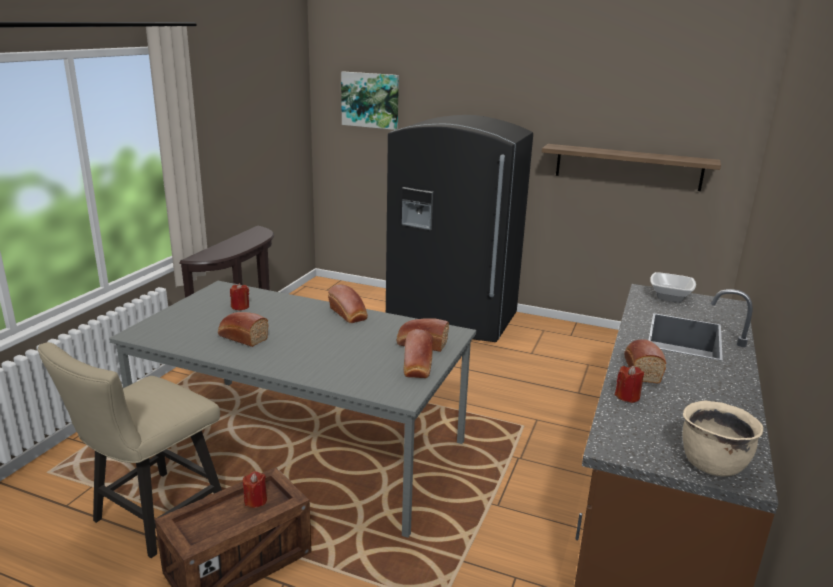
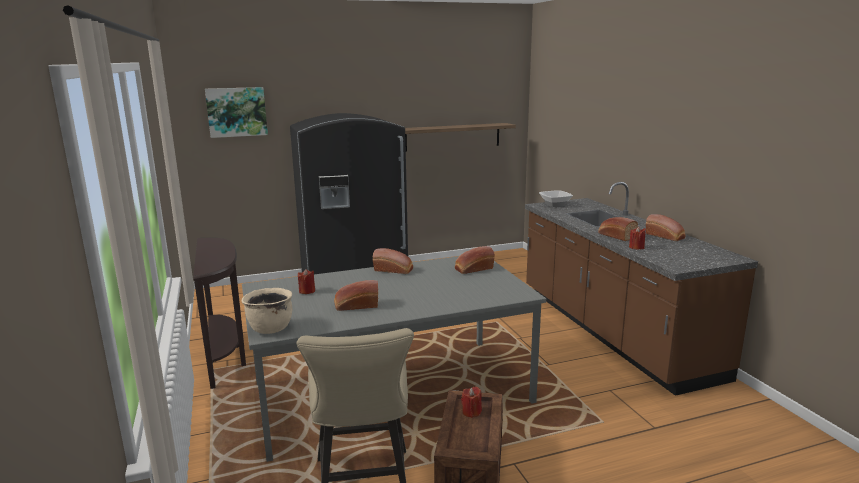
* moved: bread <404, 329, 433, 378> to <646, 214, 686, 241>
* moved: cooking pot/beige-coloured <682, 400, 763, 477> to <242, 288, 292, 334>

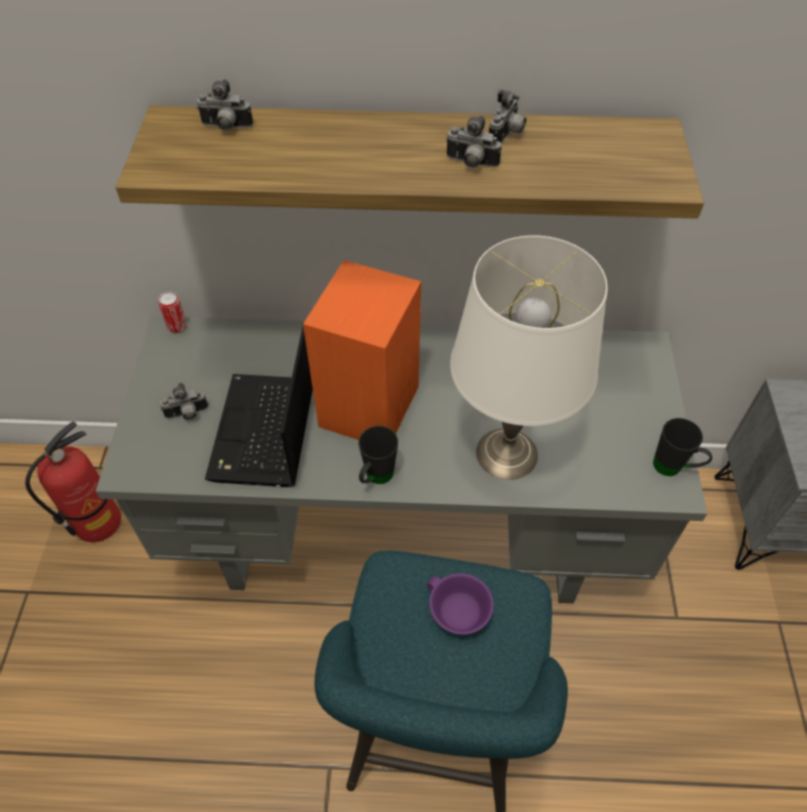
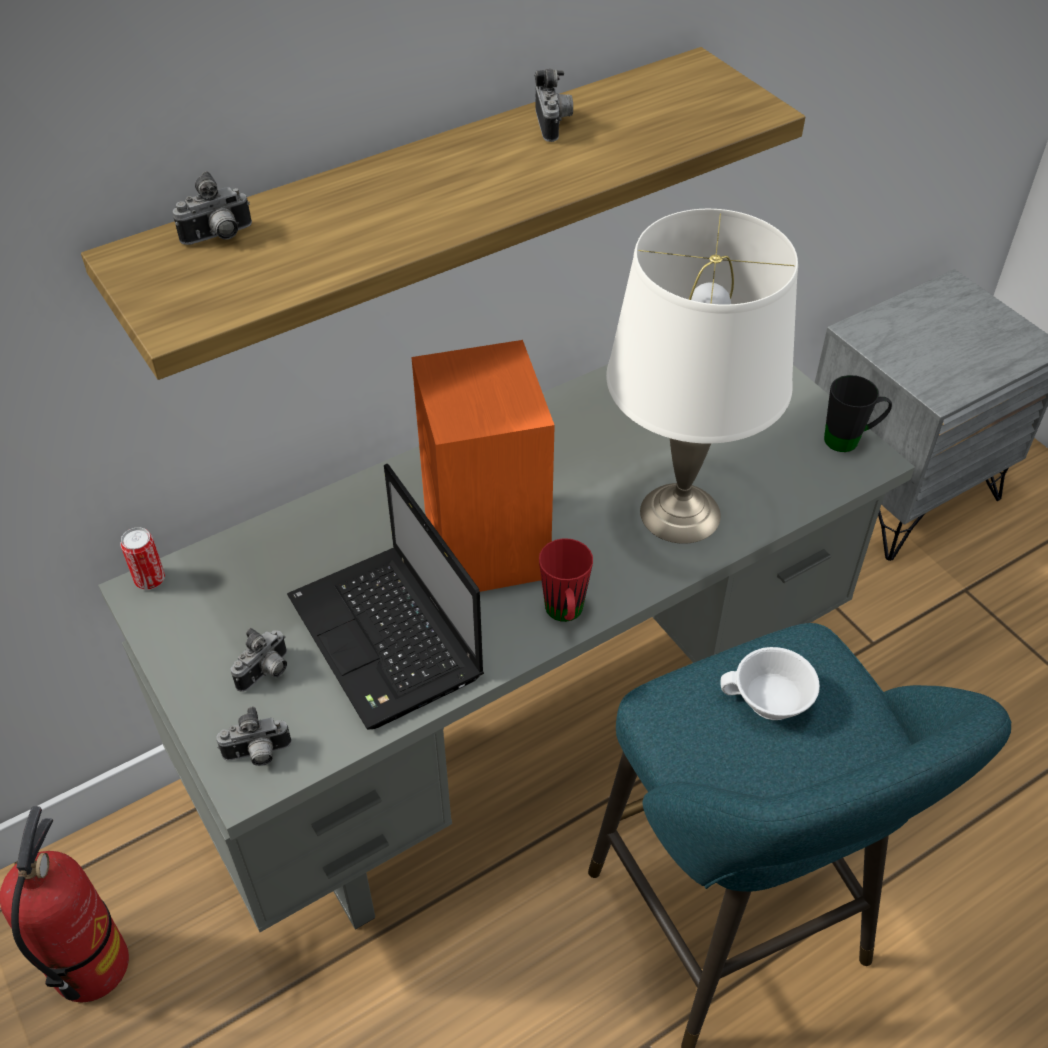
* moved: photo camera <446, 115, 501, 168> to <216, 707, 291, 766>
* recoloured: tea mug/blackish <358, 426, 398, 484> to tea mug/reddish <539, 538, 593, 622>
* recoloured: small cup/purple-coloured <427, 573, 494, 635> to small cup/whitish <720, 647, 820, 720>

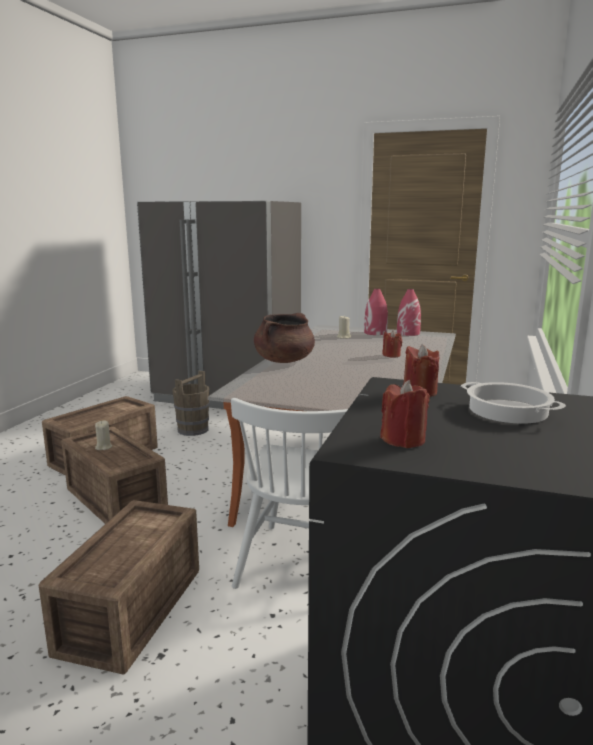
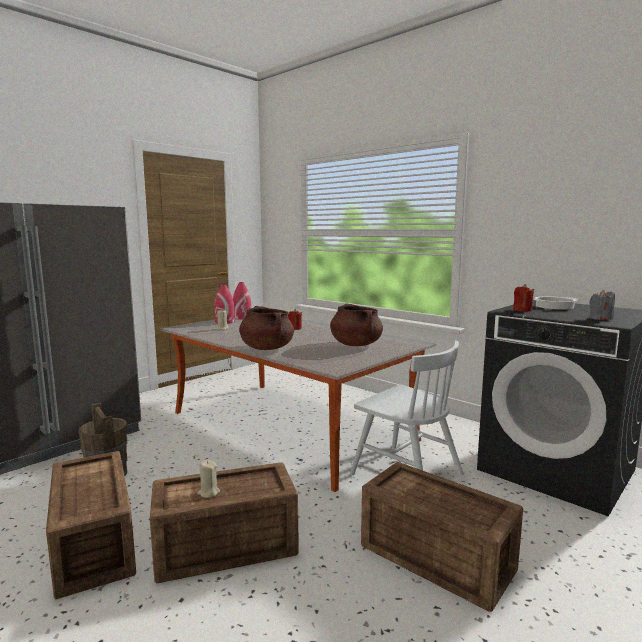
* recoloured: wax light/reddish <380, 380, 430, 448> to wax light/gray <589, 289, 615, 320>
* added: cooking pot/brown-coloured <330, 303, 383, 346>

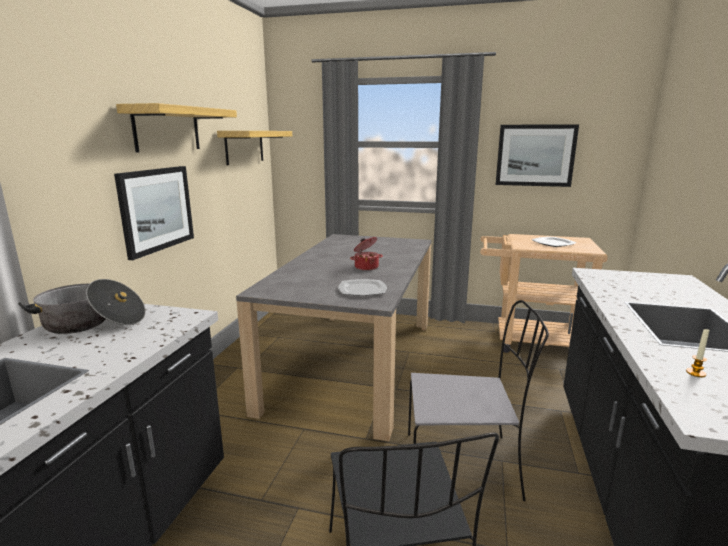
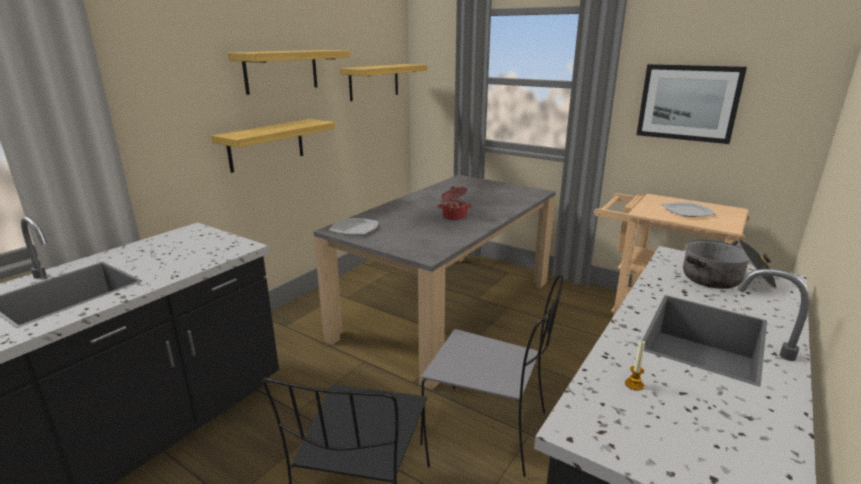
* replaced: picture <114, 166, 194, 260> to shelf <211, 119, 335, 173>
* moved: cooking pot <18, 279, 146, 334> to <683, 239, 777, 289>
* moved: flat dish <338, 279, 387, 296> to <329, 218, 379, 235>

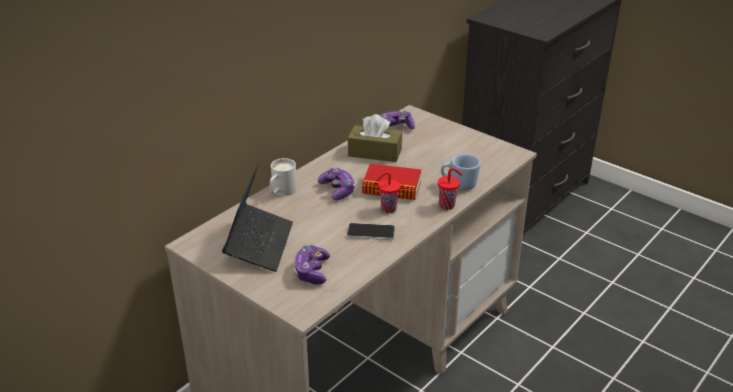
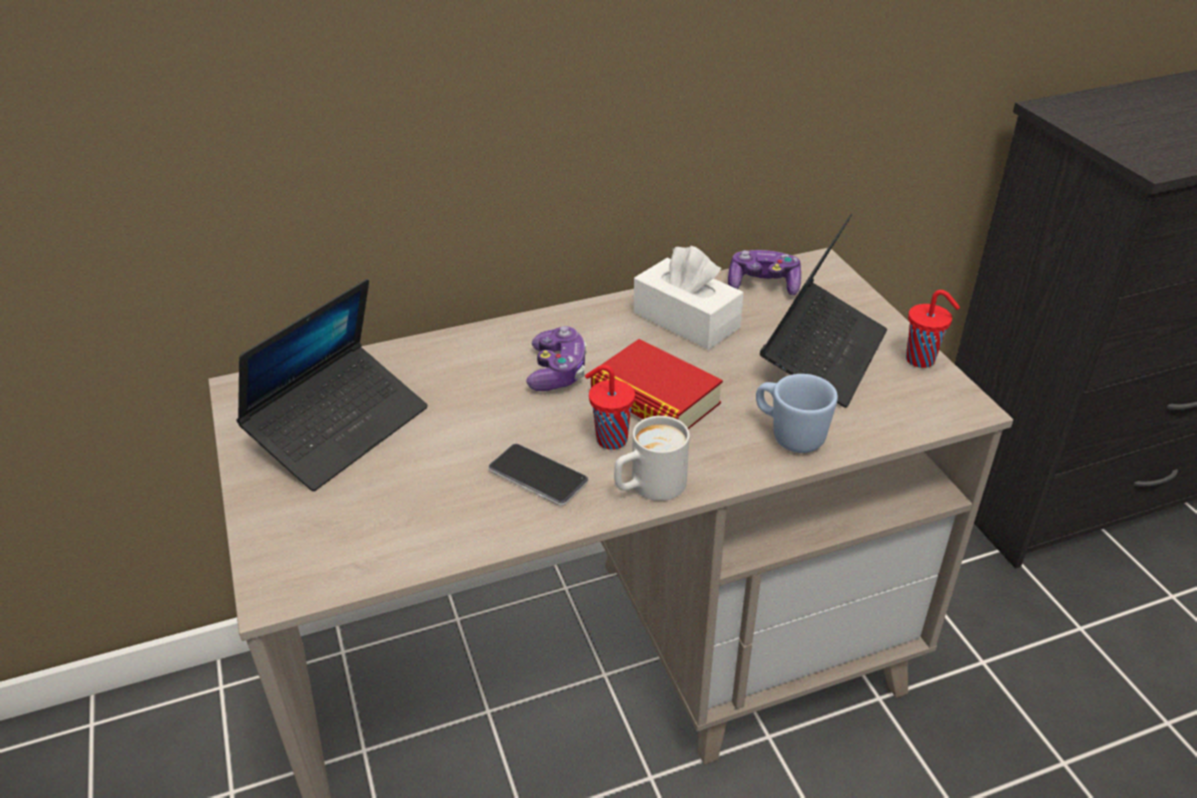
* recoloured: box of tissues/brown-coloured <348, 114, 402, 162> to box of tissues/whitish <634, 245, 744, 350>
* moved: tea mug/whitish <270, 158, 297, 196> to <614, 416, 690, 501>
* moved: small cup/reddish <438, 168, 462, 210> to <906, 290, 960, 368>
* removed: gamepad <293, 245, 330, 285>
* added: notebook computer <760, 213, 887, 408>

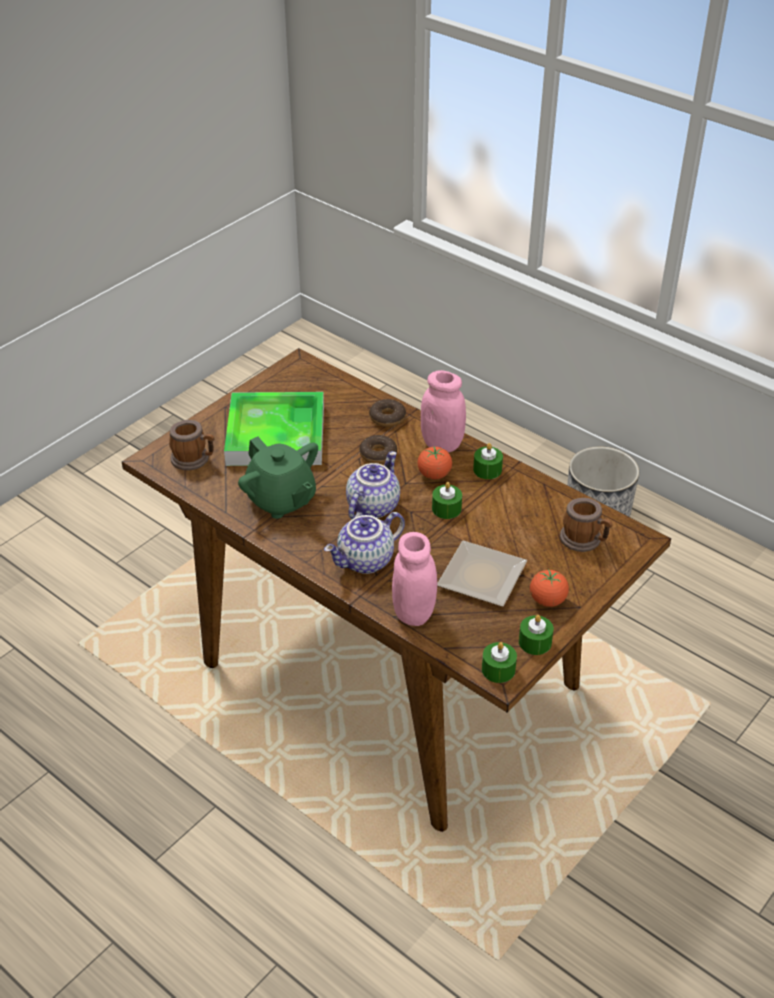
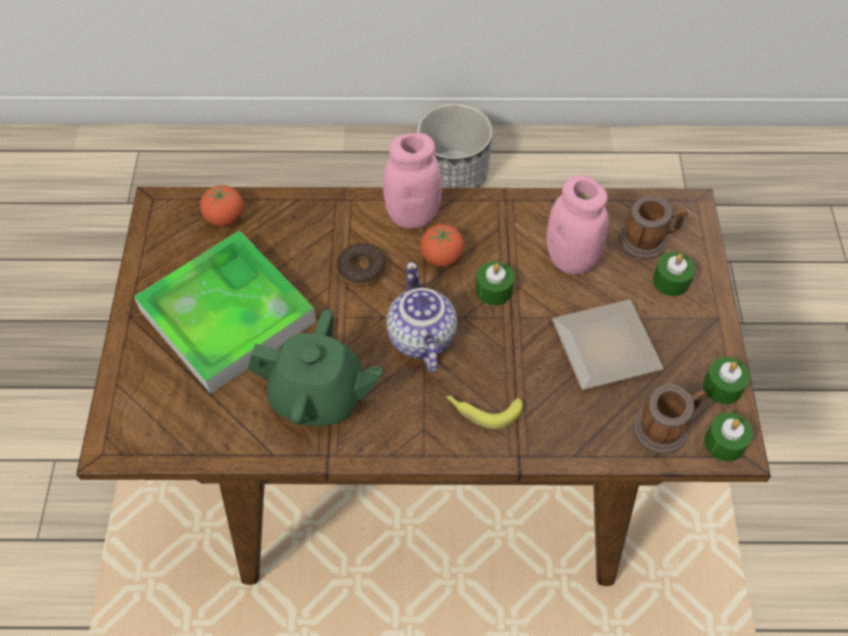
* removed: doughnut <369, 399, 406, 427>
* moved: tea mug <169, 420, 214, 470> to <633, 384, 707, 454>
* moved: wax light/green-coloured <473, 443, 503, 479> to <653, 252, 695, 296>
* replaced: tea pot <324, 512, 405, 574> to banana <446, 395, 523, 429>
* moved: jar/pink <392, 532, 437, 626> to <546, 175, 608, 275>
* moved: tomato <530, 570, 569, 607> to <200, 185, 243, 226>

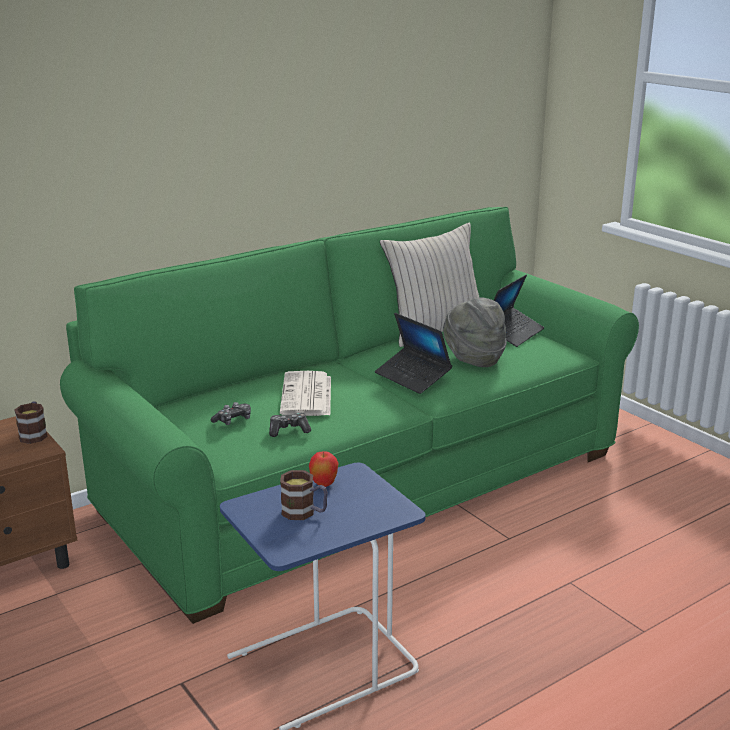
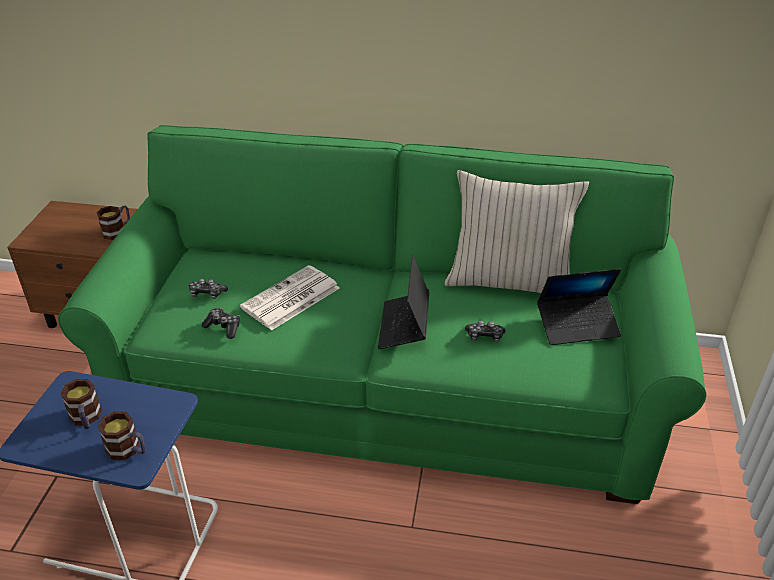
* replaced: clothing hat/gray <443, 297, 507, 367> to gamepad <465, 320, 505, 342>
* removed: apple fruit <309, 451, 339, 487>
* added: tea mug <98, 411, 146, 460>

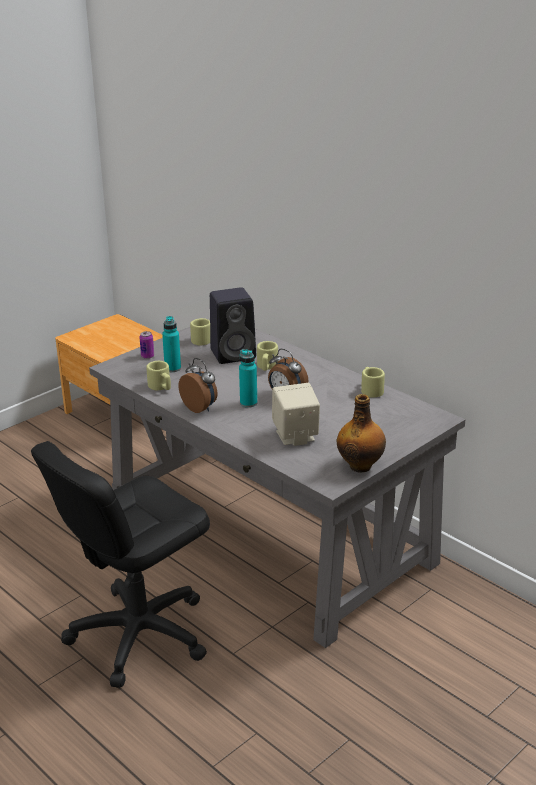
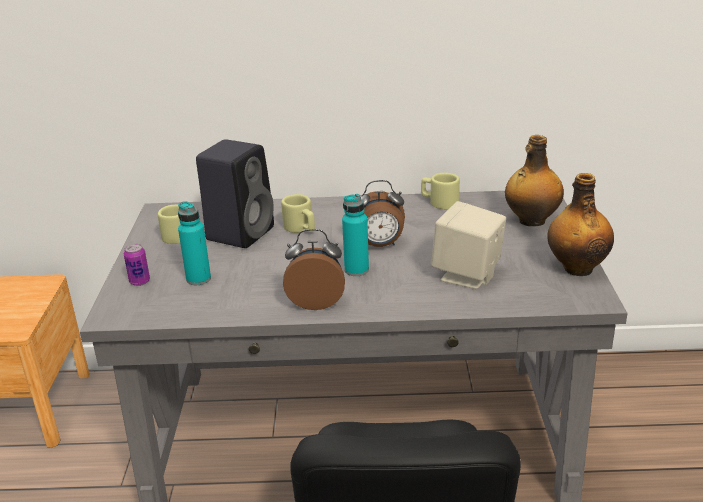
* removed: tea mug/beige-coloured <146, 361, 171, 390>
* added: drink bottle <505, 135, 564, 226>

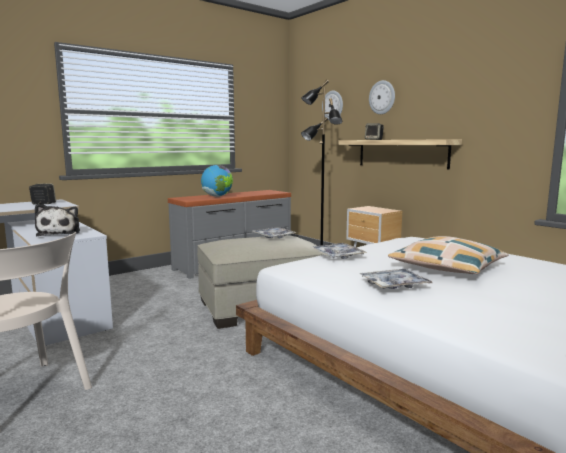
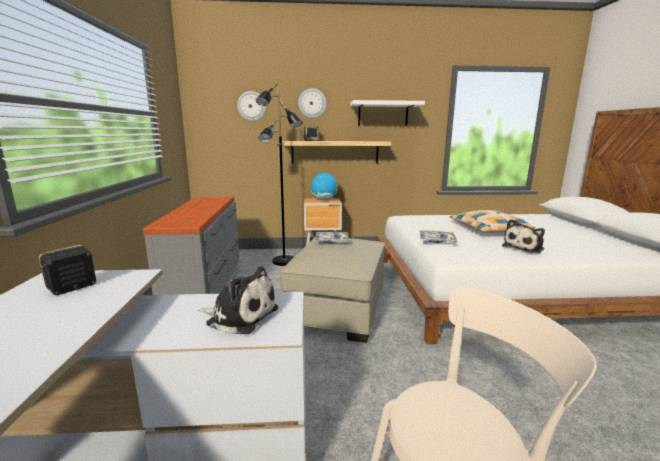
* moved: world globe <201, 165, 233, 197> to <311, 173, 339, 200>
* replaced: tray <359, 269, 433, 289> to soft toy <502, 219, 545, 253>
* added: shelf/whitish <350, 100, 425, 126>

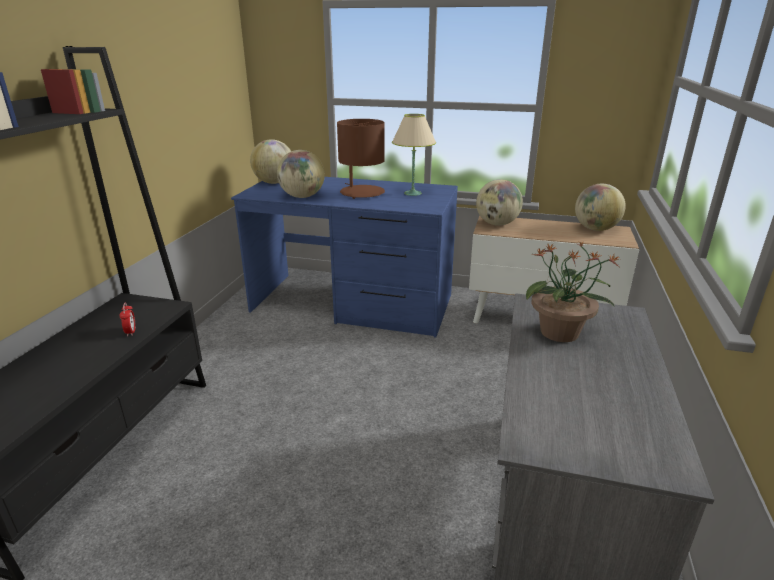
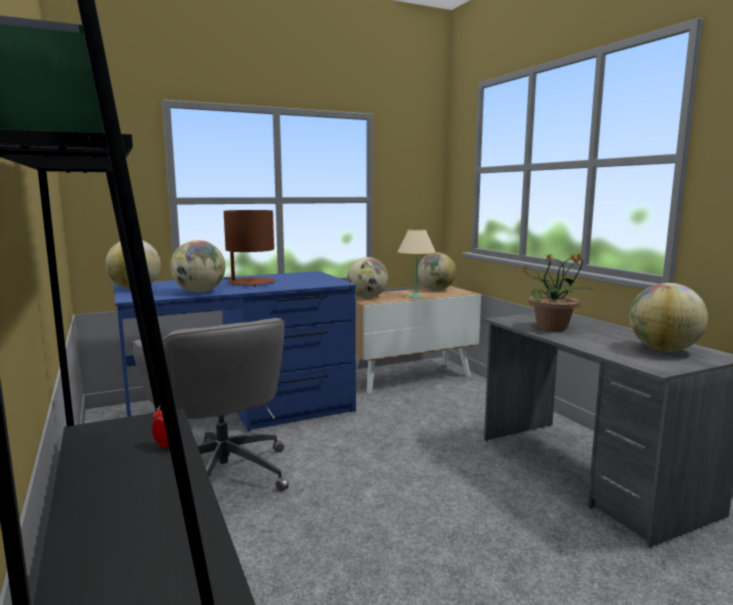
* moved: table lamp/beige-coloured <392, 114, 436, 196> to <397, 229, 436, 298>
* added: world globe <629, 283, 708, 352>
* added: office chair/gray <132, 318, 289, 491>

